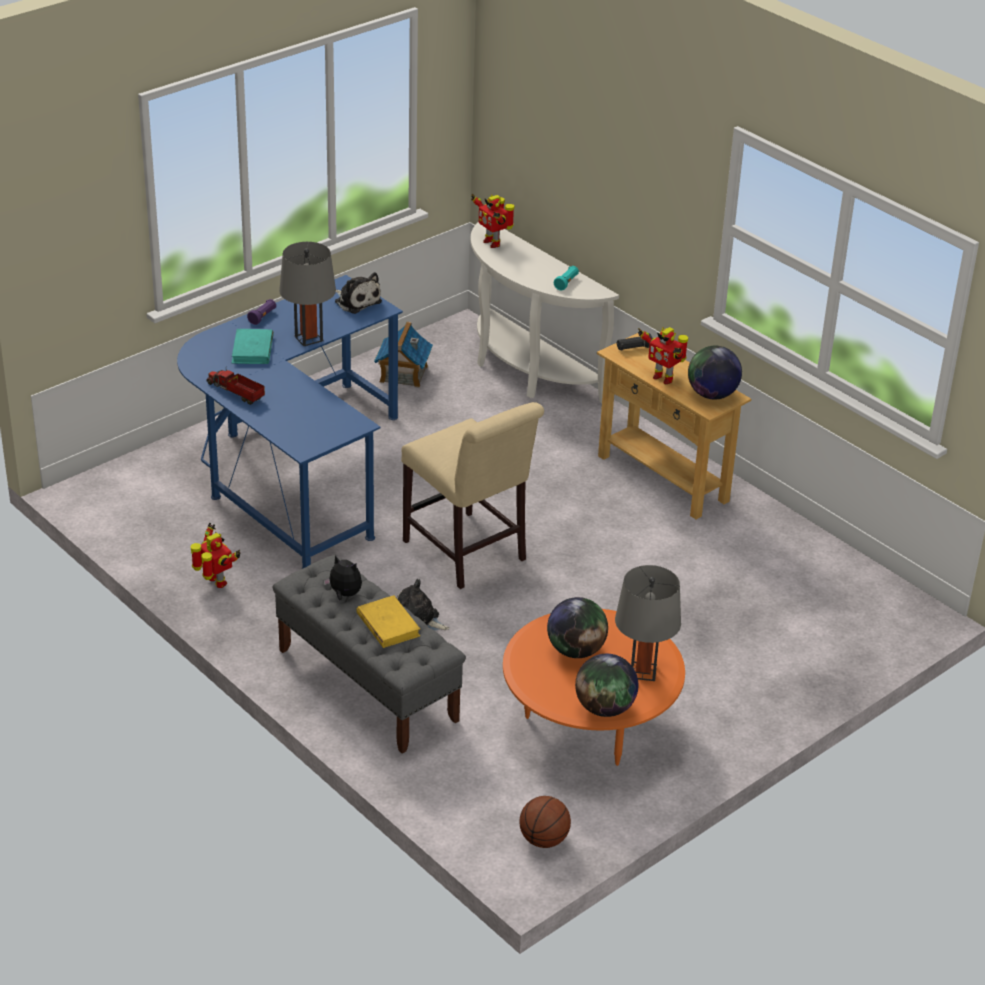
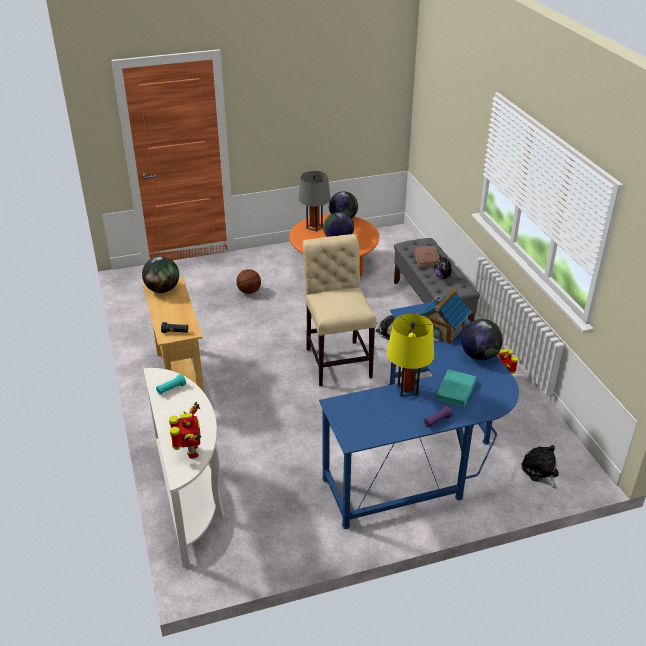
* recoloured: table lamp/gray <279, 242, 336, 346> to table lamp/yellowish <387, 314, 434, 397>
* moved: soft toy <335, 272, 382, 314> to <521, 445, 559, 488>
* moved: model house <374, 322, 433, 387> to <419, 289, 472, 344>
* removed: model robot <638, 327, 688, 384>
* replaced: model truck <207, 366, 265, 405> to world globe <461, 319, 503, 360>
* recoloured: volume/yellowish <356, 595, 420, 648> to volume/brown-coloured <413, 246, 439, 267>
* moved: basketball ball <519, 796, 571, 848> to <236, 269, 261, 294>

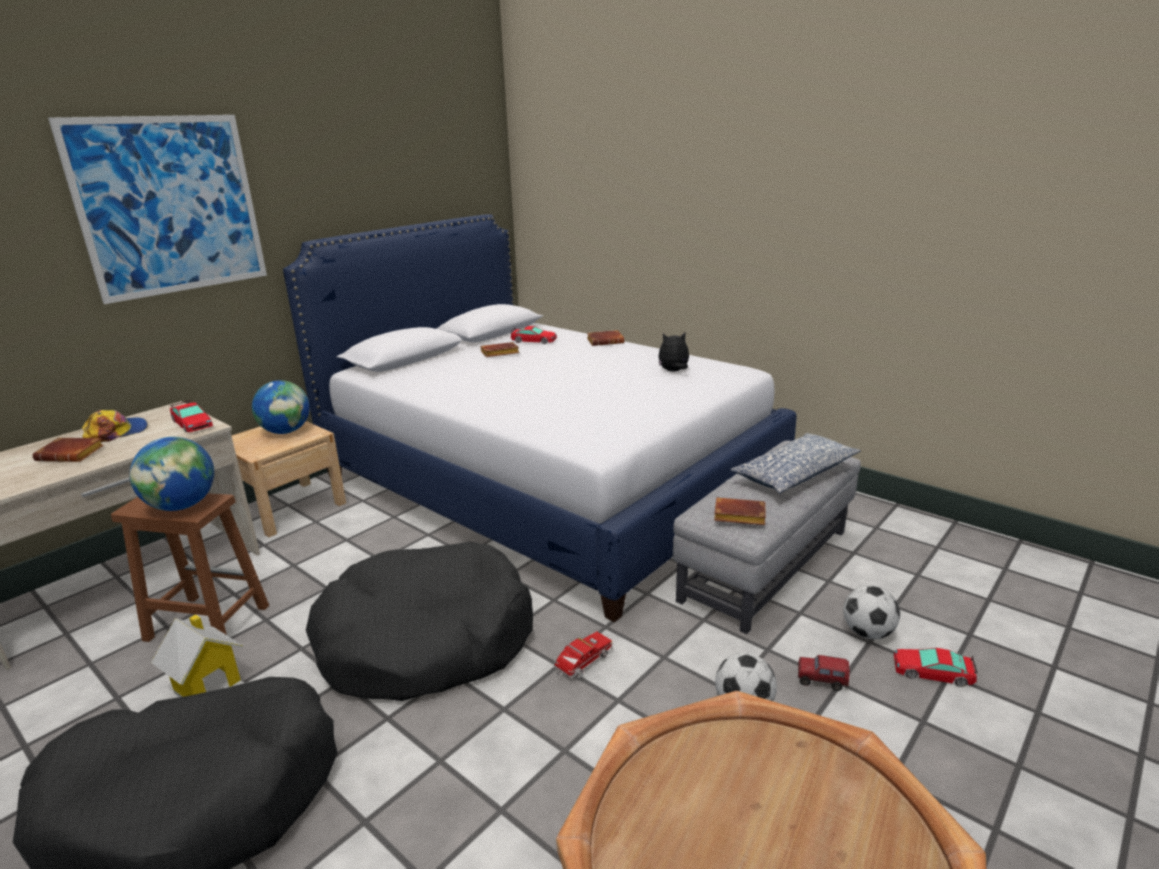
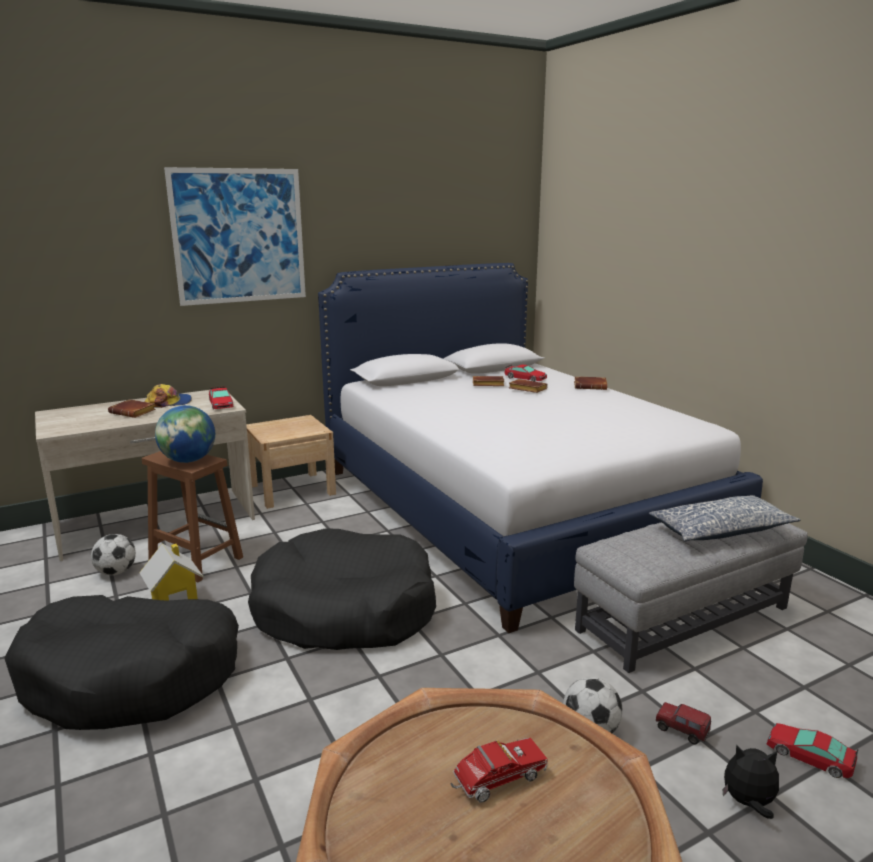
* moved: soft toy <659, 332, 689, 371> to <722, 745, 779, 819>
* removed: world globe <252, 380, 310, 434>
* moved: volume/brown-coloured <714, 498, 766, 525> to <509, 379, 548, 393>
* moved: ball for football <843, 585, 900, 639> to <91, 534, 136, 575>
* moved: model truck <554, 632, 613, 679> to <450, 738, 548, 803>

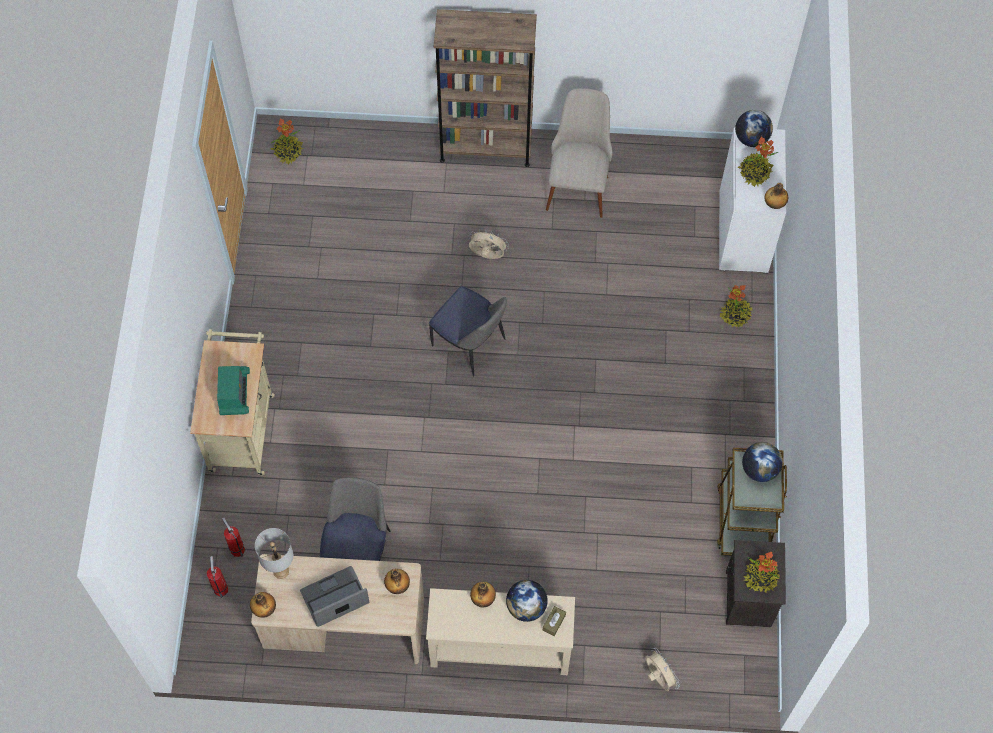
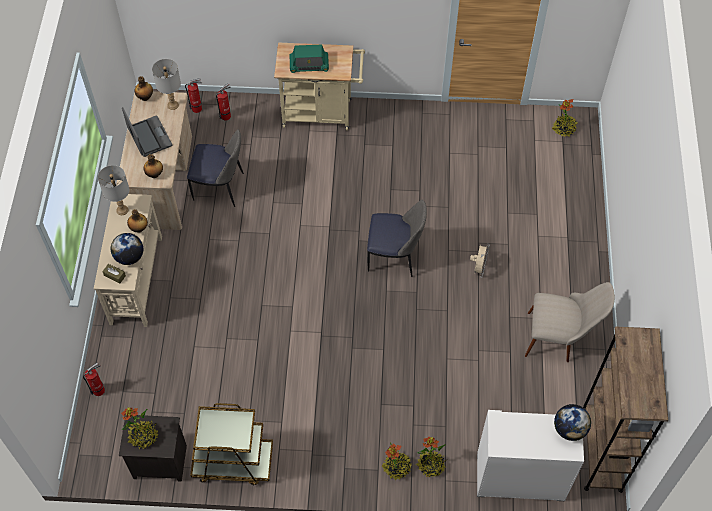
* moved: shelving unit/brown-coloured <434, 9, 537, 167> to <583, 326, 668, 493>
* moved: houseplant <738, 137, 778, 187> to <381, 443, 412, 480>
* removed: drink bottle <765, 183, 788, 209>
* turned: upright chair <429, 286, 507, 376> = <367, 199, 427, 277> 120 degrees counterclockwise
* removed: world globe <742, 442, 783, 482>
* replaced: electric fan/beige-coloured <645, 648, 680, 691> to extinguisher <83, 363, 105, 396>
* added: table lamp/gray <98, 165, 129, 215>

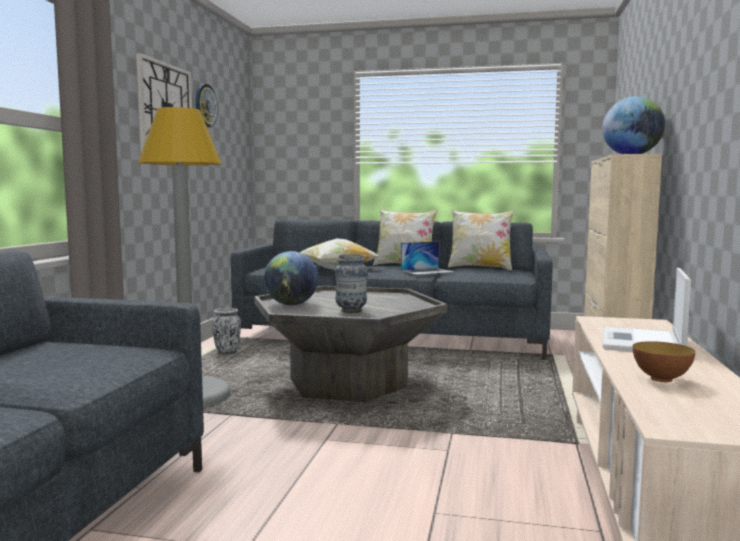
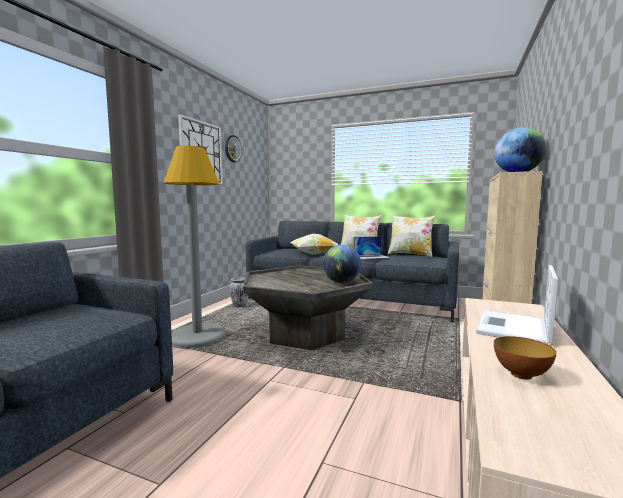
* moved: world globe <264, 251, 318, 305> to <323, 245, 361, 283>
* removed: flower vase <334, 254, 368, 313>

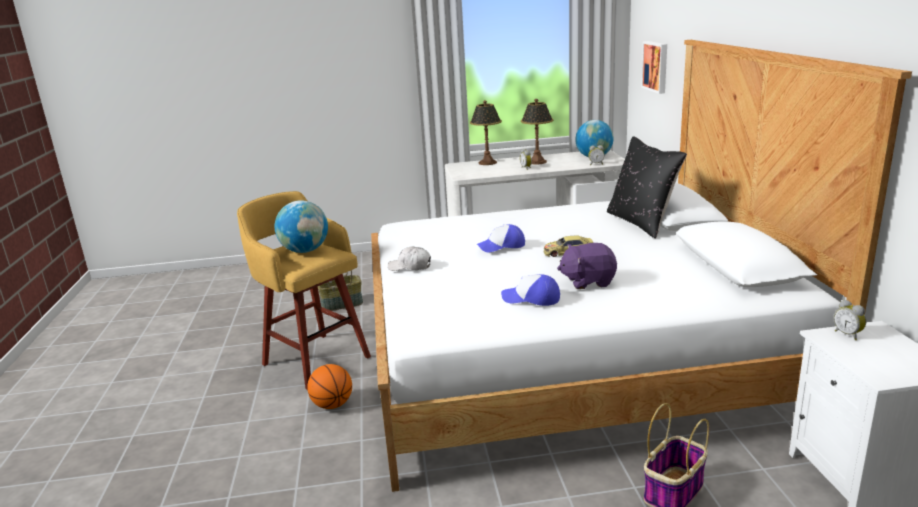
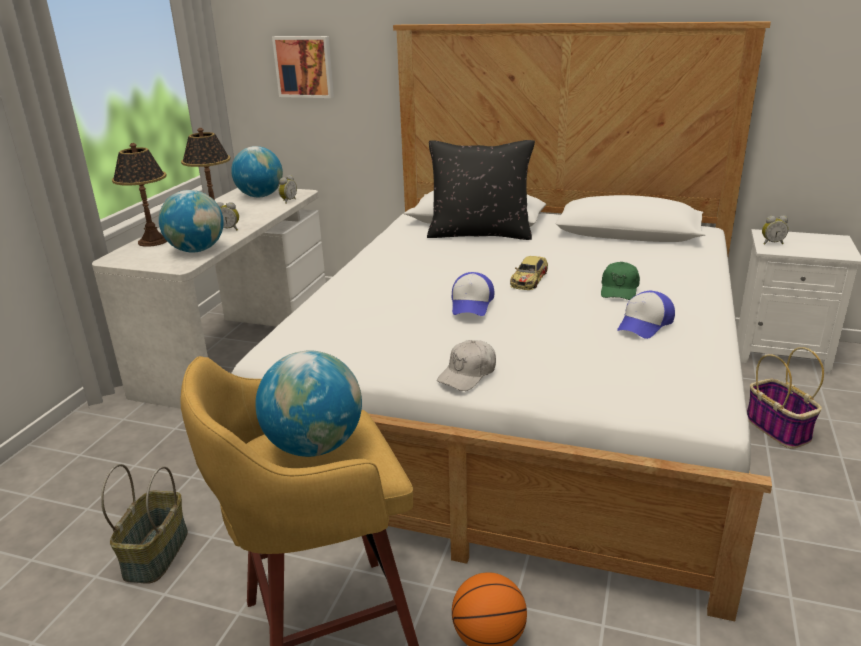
* replaced: soft toy/purple-coloured <557, 243, 617, 289> to baseball cap/green-coloured <601, 262, 640, 300>
* added: world globe <159, 190, 224, 252>

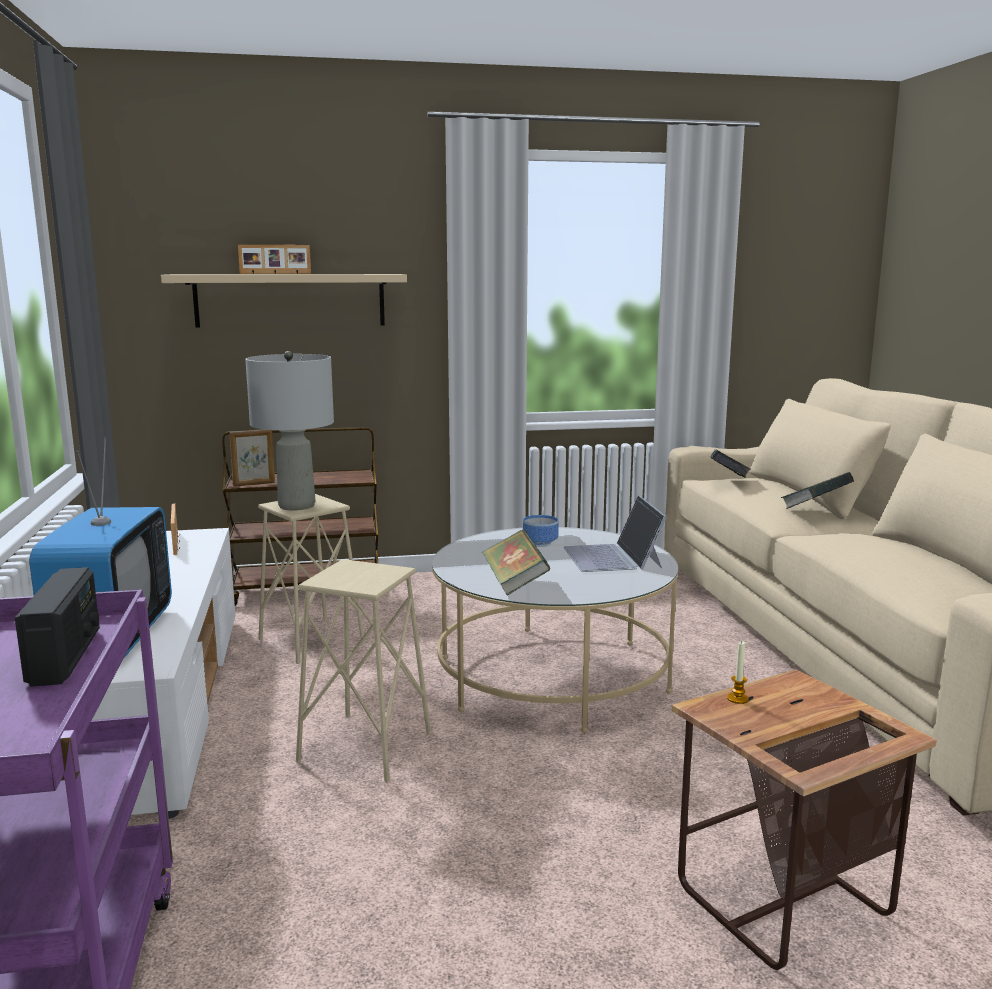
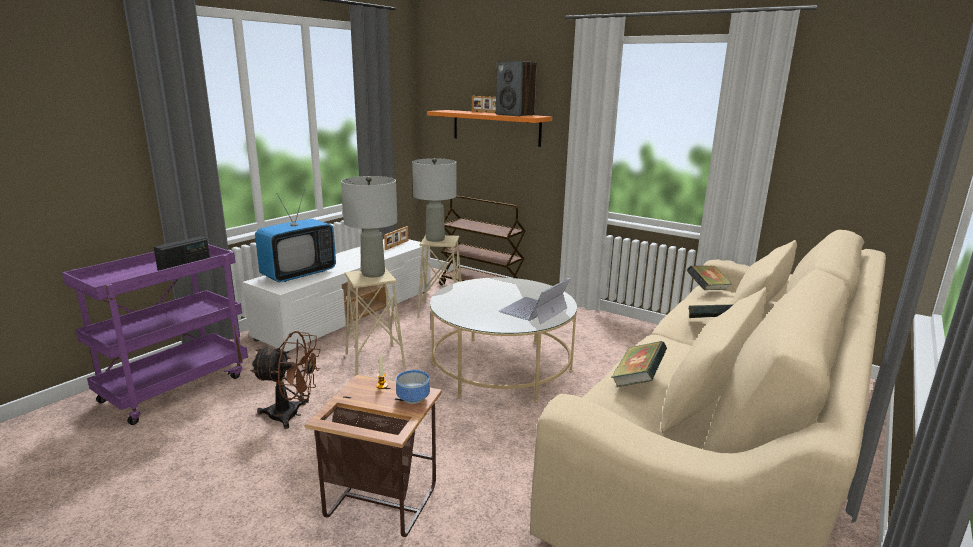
* recoloured: shelf/beige-coloured <161, 274, 407, 328> to shelf/orange <427, 110, 552, 147>
* removed: photo frame <229, 429, 275, 487>
* moved: serving bowl <523, 515, 559, 547> to <396, 370, 430, 404>
* moved: volume <482, 529, 550, 596> to <611, 341, 667, 387>
* added: audio speaker <496, 61, 537, 116>
* added: table lamp/gray <341, 176, 397, 277>
* added: electric fan/brown-coloured <250, 331, 320, 429>

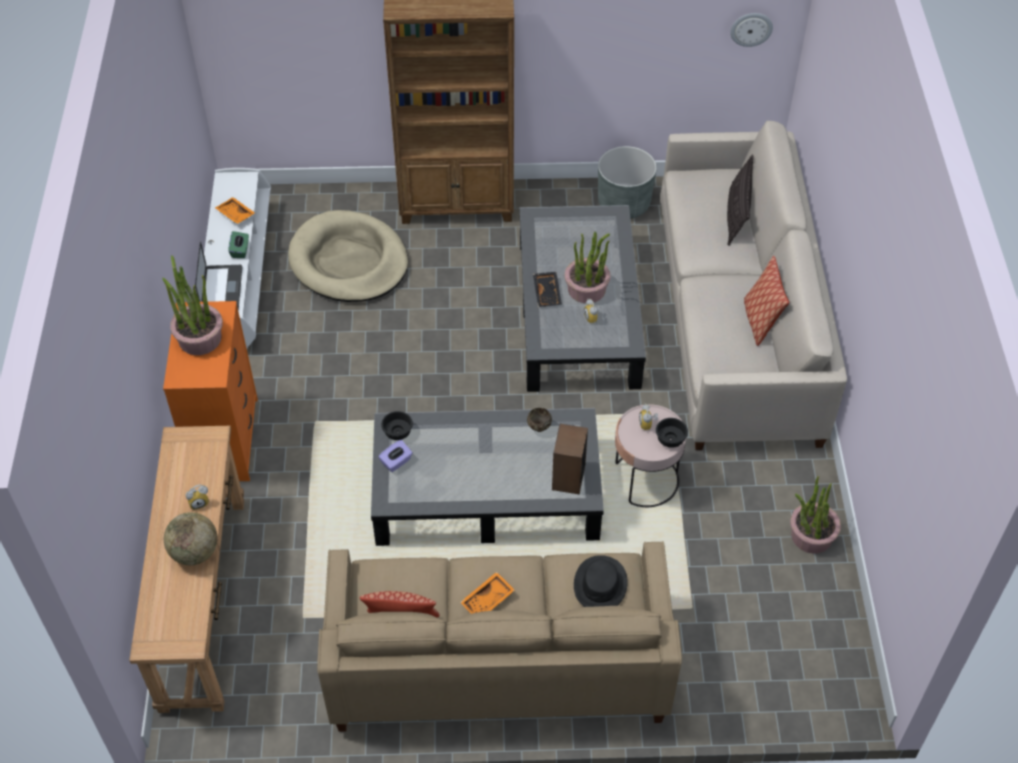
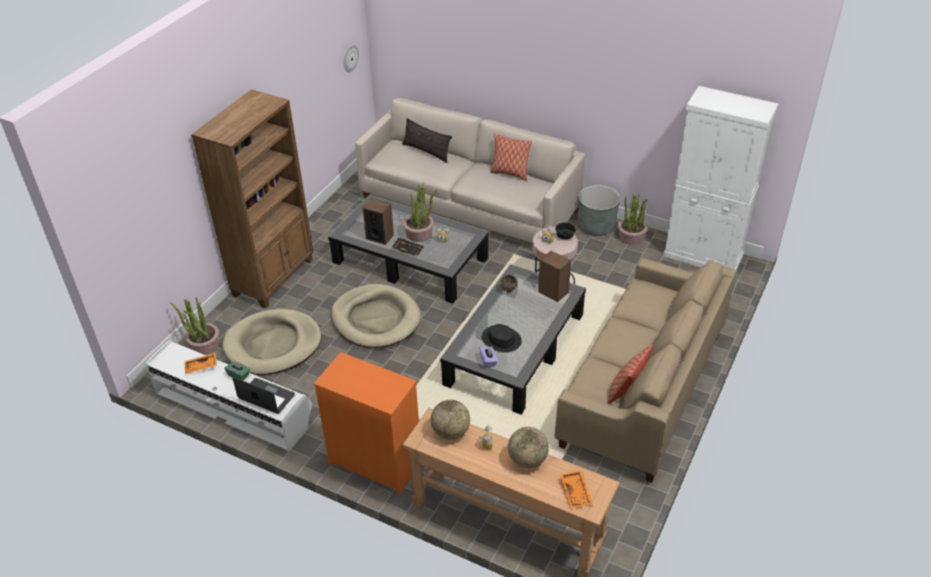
* moved: flower pot/gray <598, 146, 657, 219> to <578, 185, 620, 236>
* moved: houseplant <162, 255, 223, 355> to <170, 298, 219, 355>
* removed: serving bowl/blackish <381, 411, 413, 440>
* moved: clothing hat/blackish <574, 555, 628, 607> to <482, 324, 522, 352>
* moved: tray/orange <460, 572, 515, 614> to <560, 470, 593, 508>
* added: storage cabinet/whitish <663, 86, 778, 270>
* added: audio speaker <363, 198, 394, 245>
* added: dog bed/beige-coloured <331, 284, 421, 348>
* added: world globe <431, 400, 470, 440>

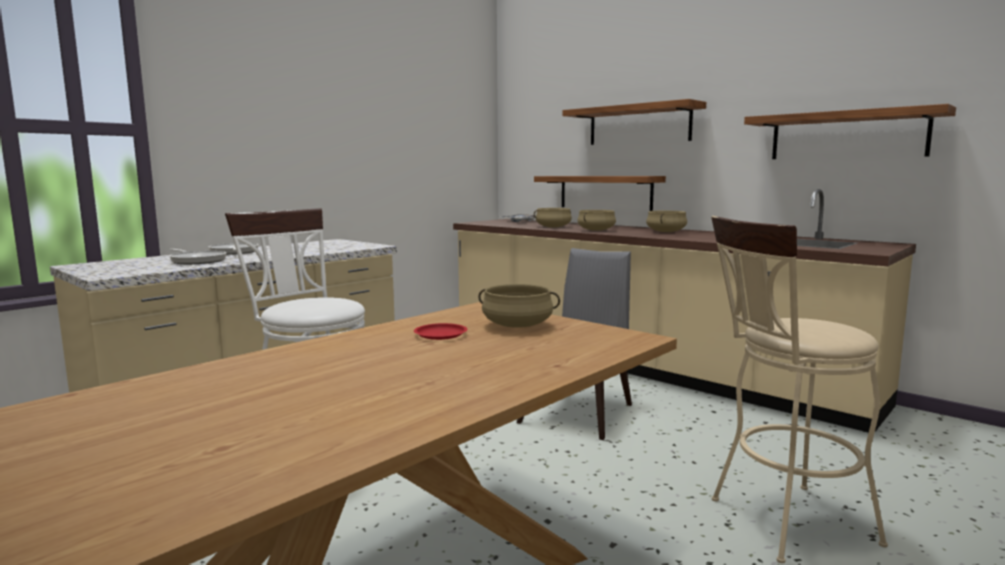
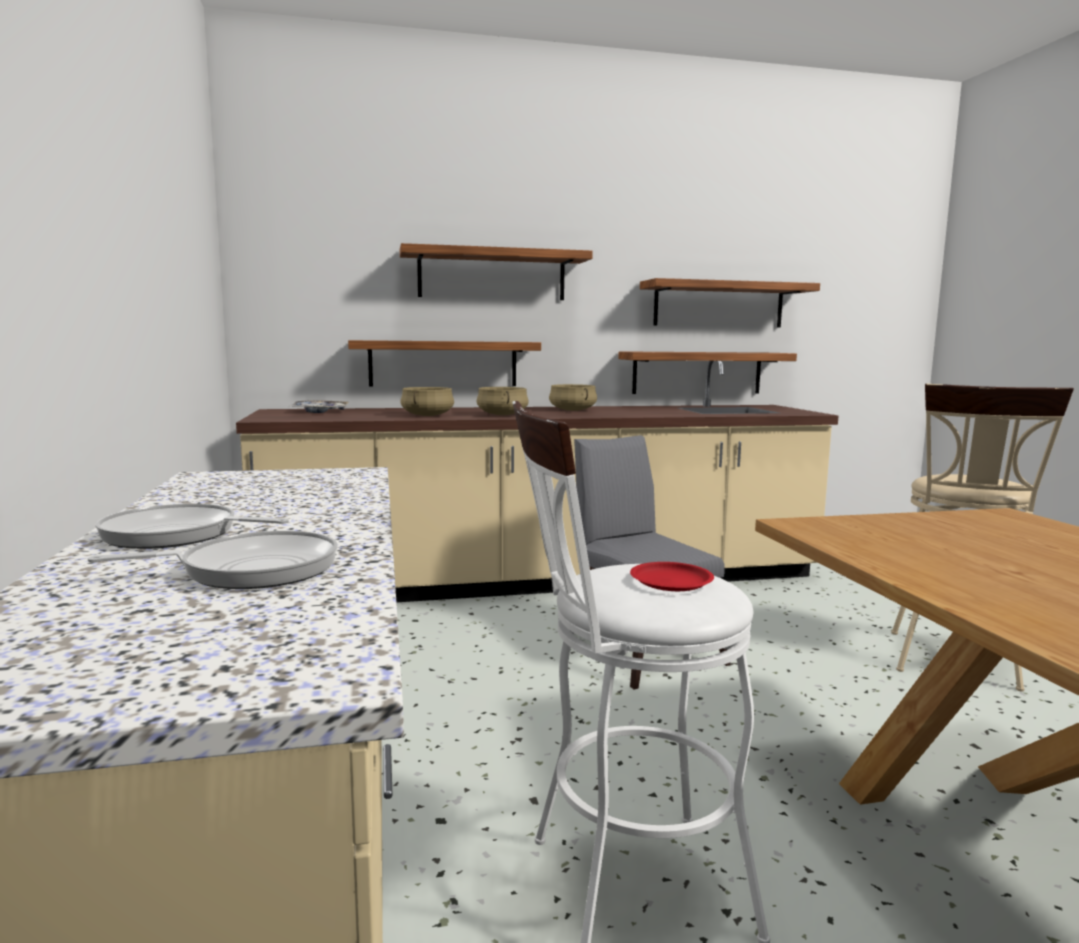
* removed: cooking pot/beige-coloured <478, 284, 560, 328>
* moved: flat dish/reddish <414, 323, 467, 340> to <630, 562, 714, 591>
* added: shelf <618, 351, 797, 394>

